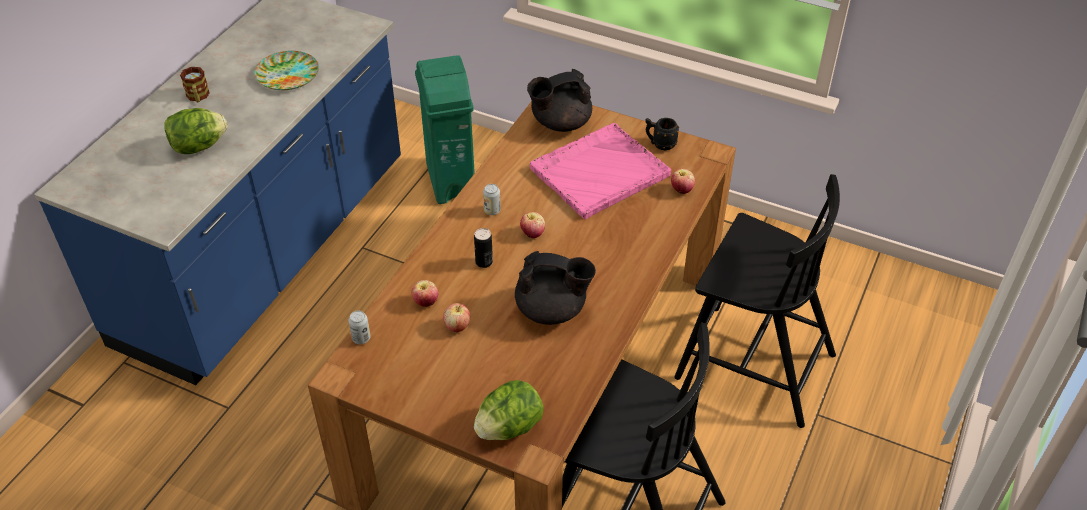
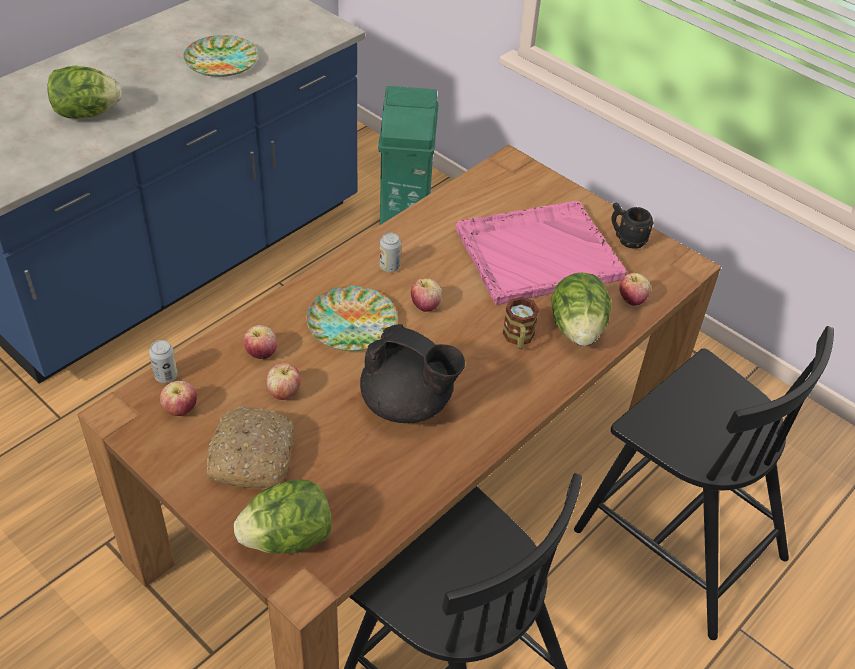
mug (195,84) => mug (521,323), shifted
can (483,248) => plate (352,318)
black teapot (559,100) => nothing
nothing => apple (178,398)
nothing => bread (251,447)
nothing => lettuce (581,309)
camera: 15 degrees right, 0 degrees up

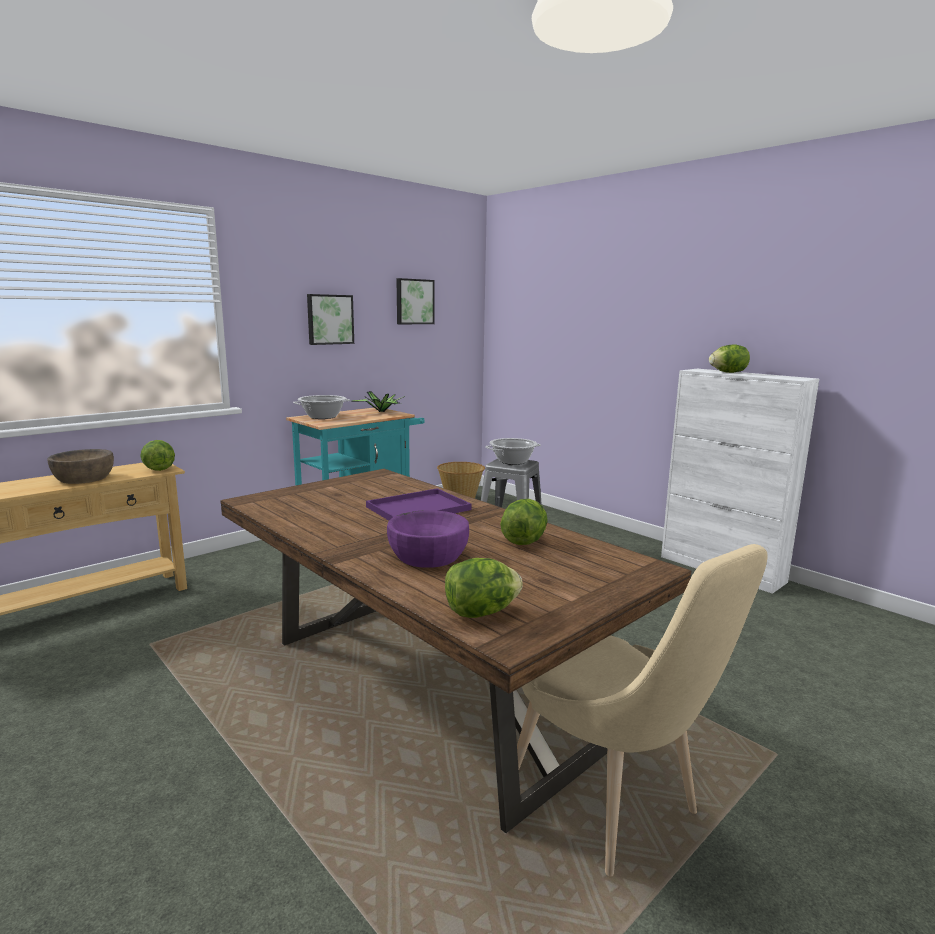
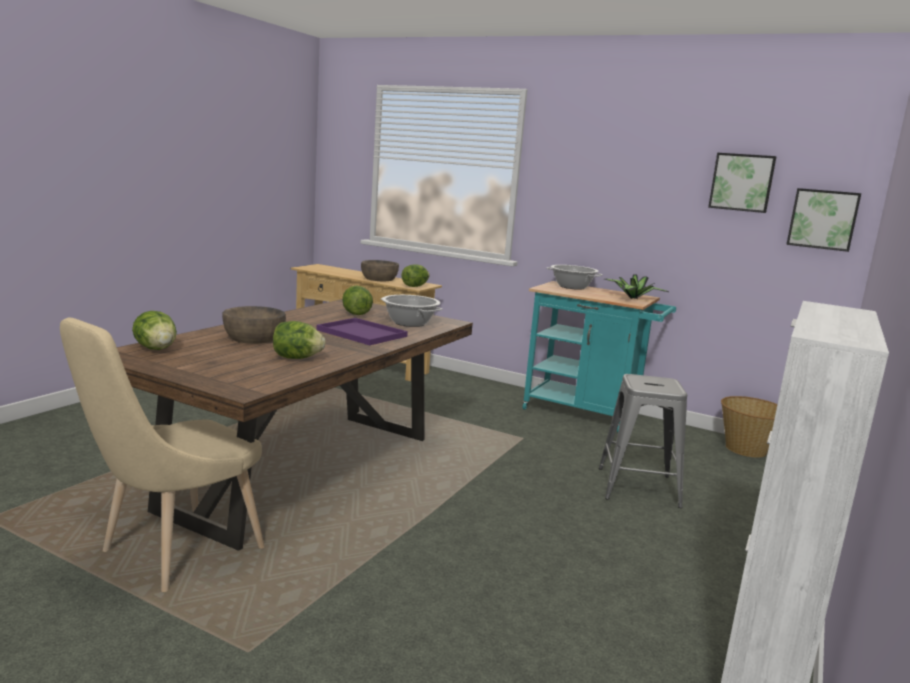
picture (330,319) => picture (824,220), shifted
purple bowl (428,539) => brown bowl (254,325)
cooking pot (513,451) => cooking pot (411,311), shifted
lettuce (729,359) => lettuce (357,300), shifted
camera: 70 degrees right, 0 degrees up

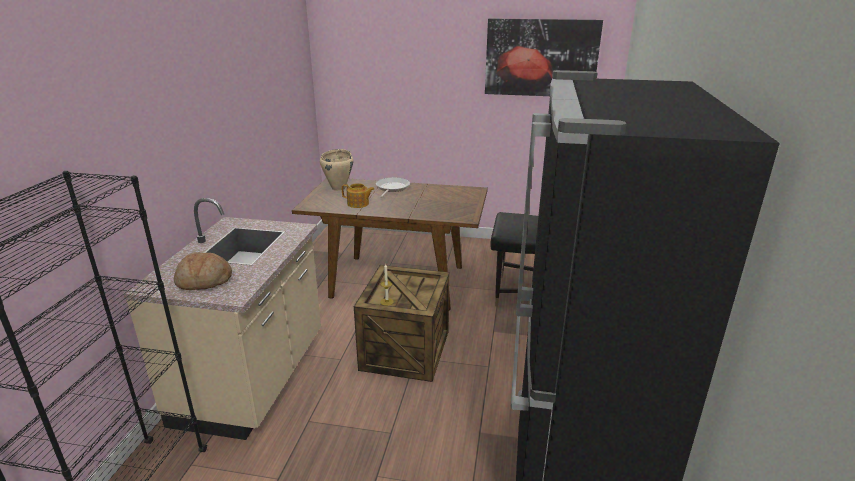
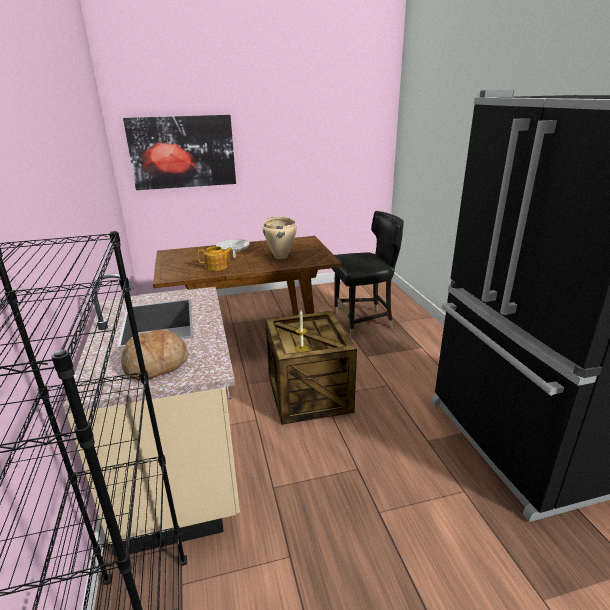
beige cooking pot (336,170) => beige cooking pot (280,237), shifted
picture (544,57) => picture (179,152), shifted
camera: 25 degrees left, 0 degrees up

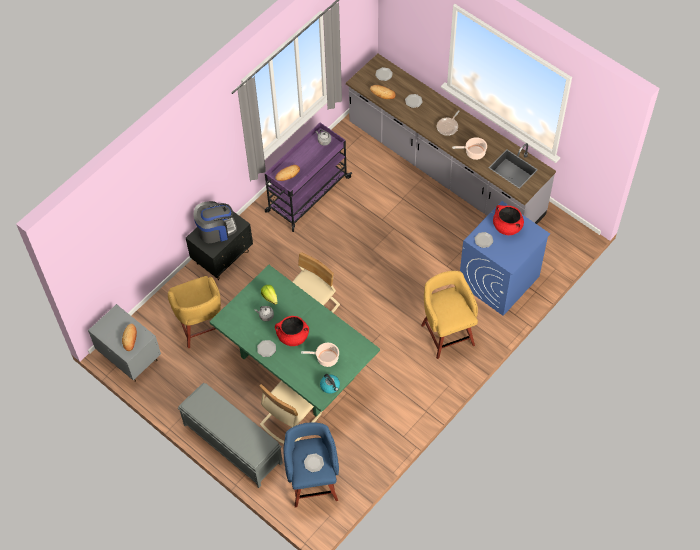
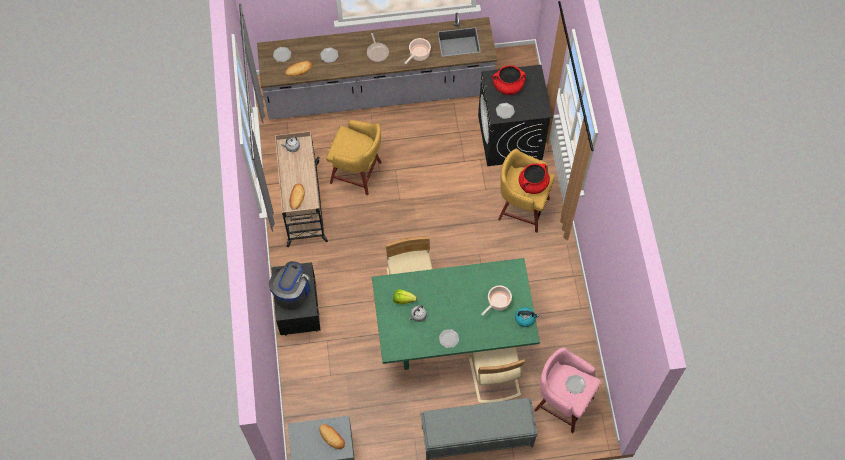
yellow stool (194,312) => yellow stool (354,157), shifted
purple cart (308,177) => beige cart (301,189)
red cooking pot (292,331) => red cooking pot (534,178), shifted
blue stool (311,465) => pink stool (568,390)
blue washing machine (505,258) => black washing machine (515,115)
camera: 50 degrees left, 5 degrees up

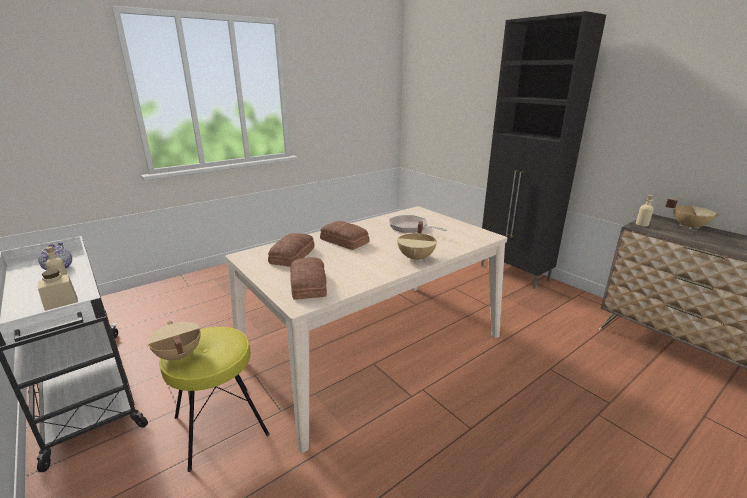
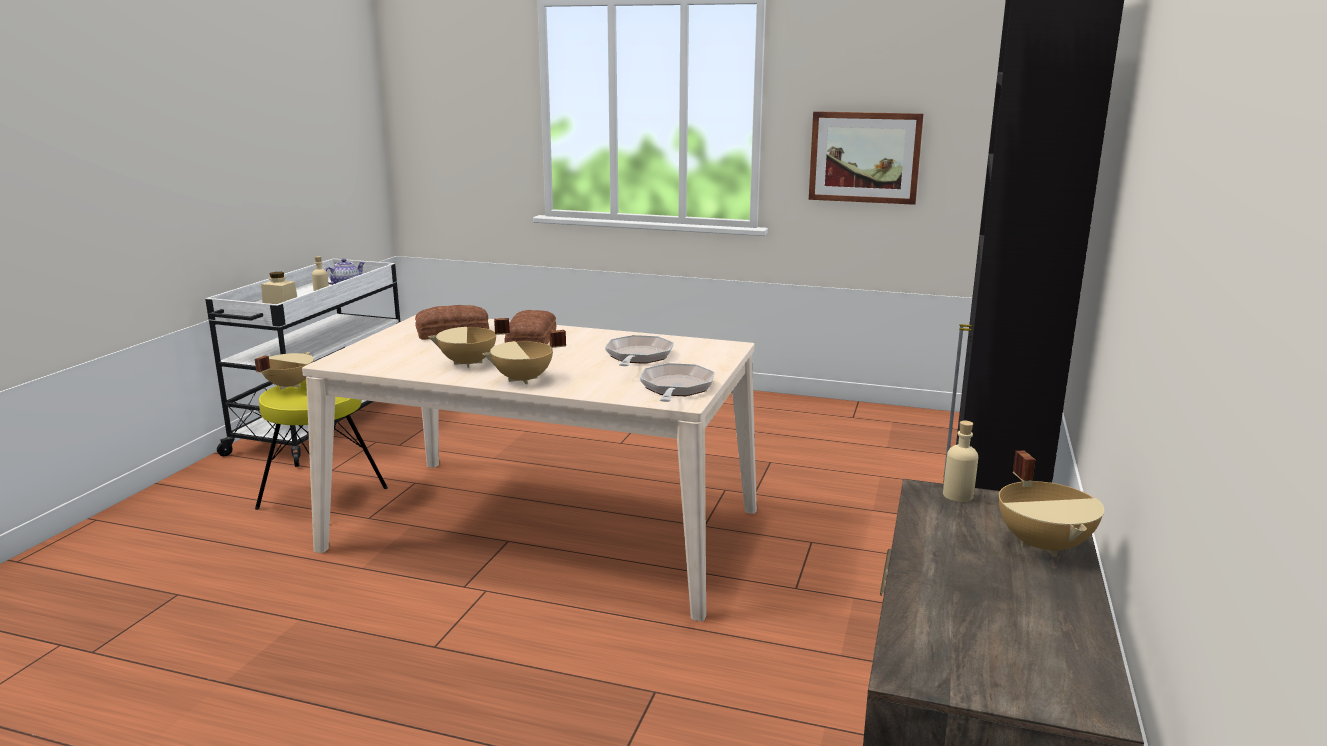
bread (308,278) => nothing
nothing => beige cooking pot (469,343)
nothing => frying pan (677,382)
nothing => picture (866,158)
camera: 55 degrees right, 5 degrees down

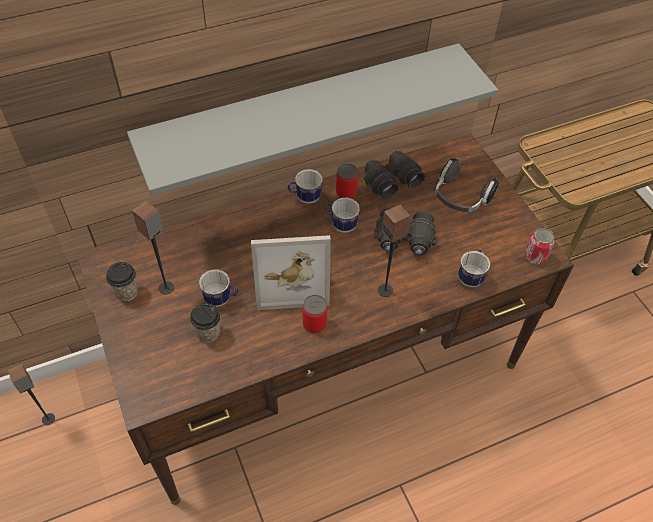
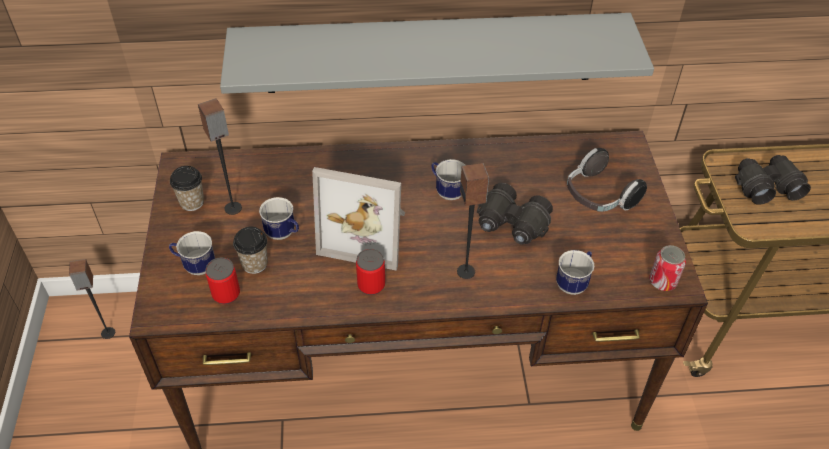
mug (305,186) => mug (192,253), shifted
can (347,181) => can (223,280), shifted
black binoculars (394,175) => black binoculars (773,180), shifted
camera: 20 degrees right, 5 degrees down

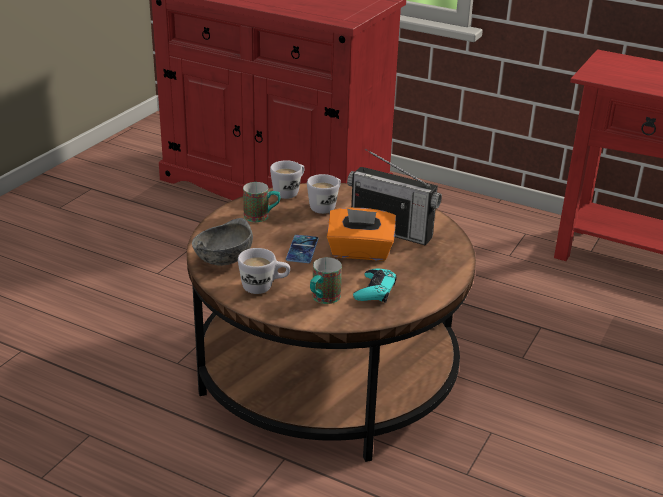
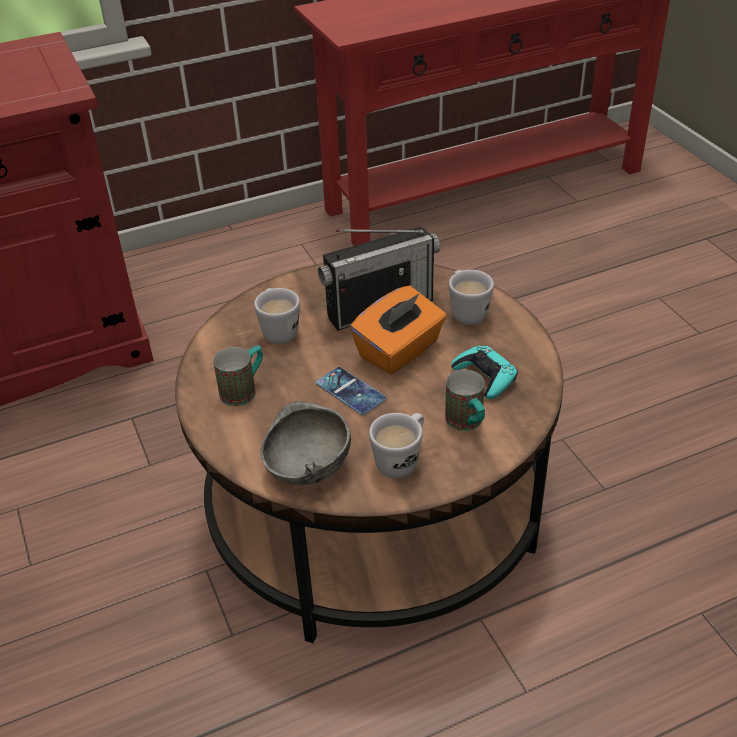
white mug (287,179) => white mug (471,297), shifted
camera: 50 degrees left, 10 degrees up

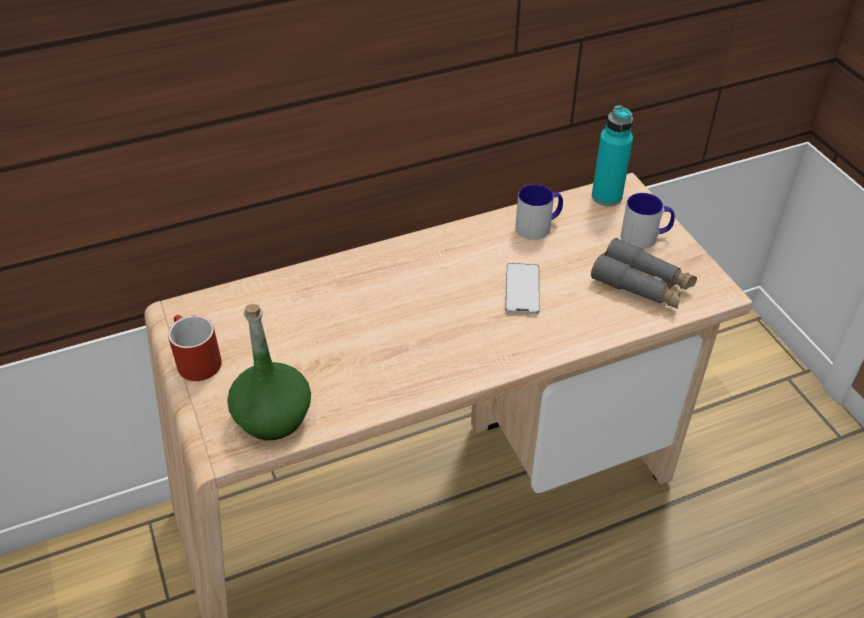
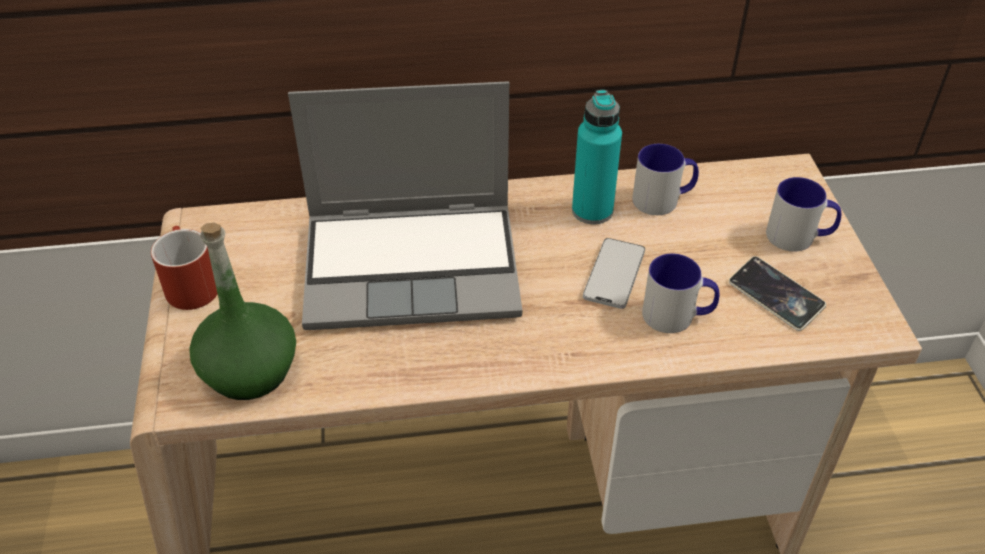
grey binoculars (644,273) => phone (777,293)
turquoise bottle (612,155) => turquoise bottle (597,157), shifted
nothing => laptop (405,205)
nothing => mug (680,293)
camera: 15 degrees right, 0 degrees up

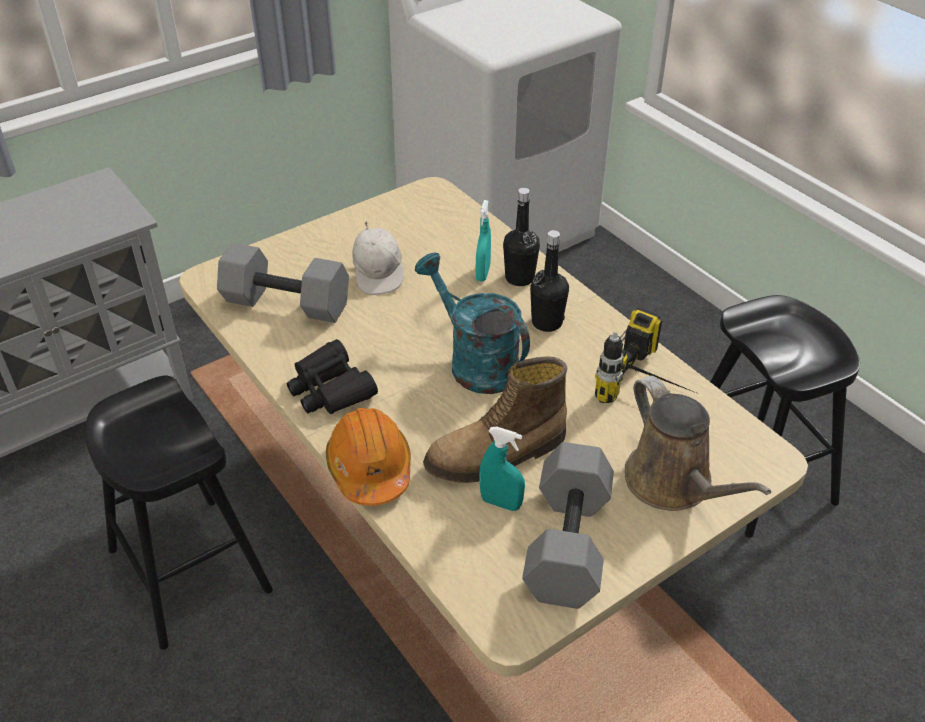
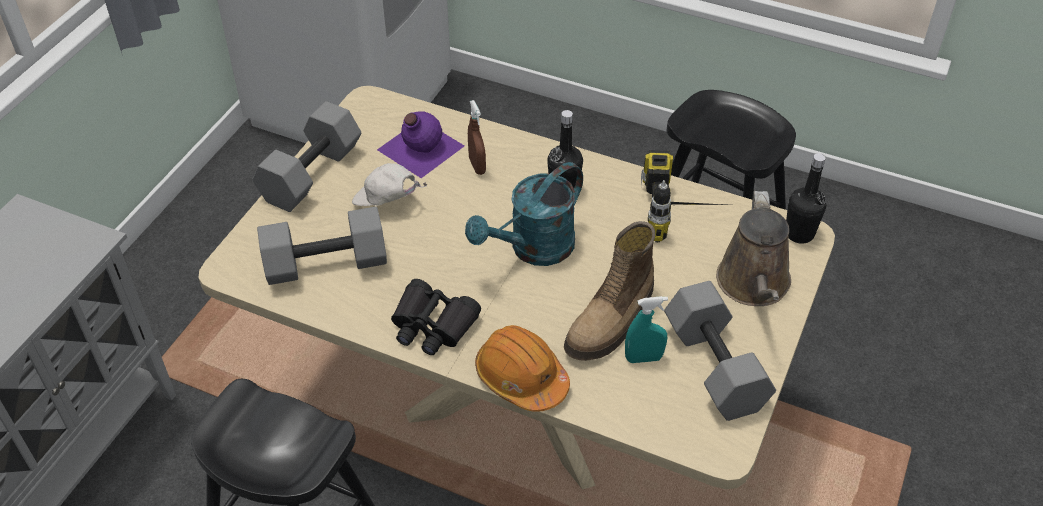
white cap (377,258) => white cap (390,184), 150 degrees clockwise
turquoise watering can (472,323) => turquoise watering can (524,214), 60 degrees counterclockwise
turquoise spray bottle (483,240) => brown spray bottle (477,137)
black bottle (521,237) => black bottle (806,198), shifted
brown watering can (698,443) => brown watering can (753,248), 60 degrees clockwise
nothing => grey dumbbell (306,156)
nothing => purple bottle (420,144)
camera: 30 degrees left, 5 degrees up

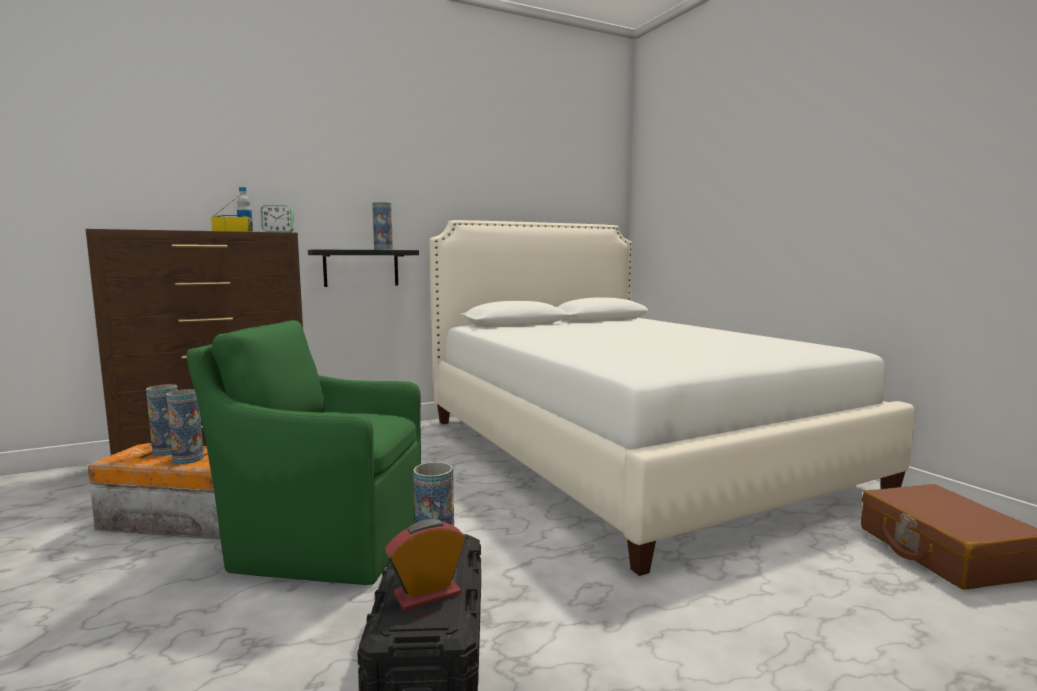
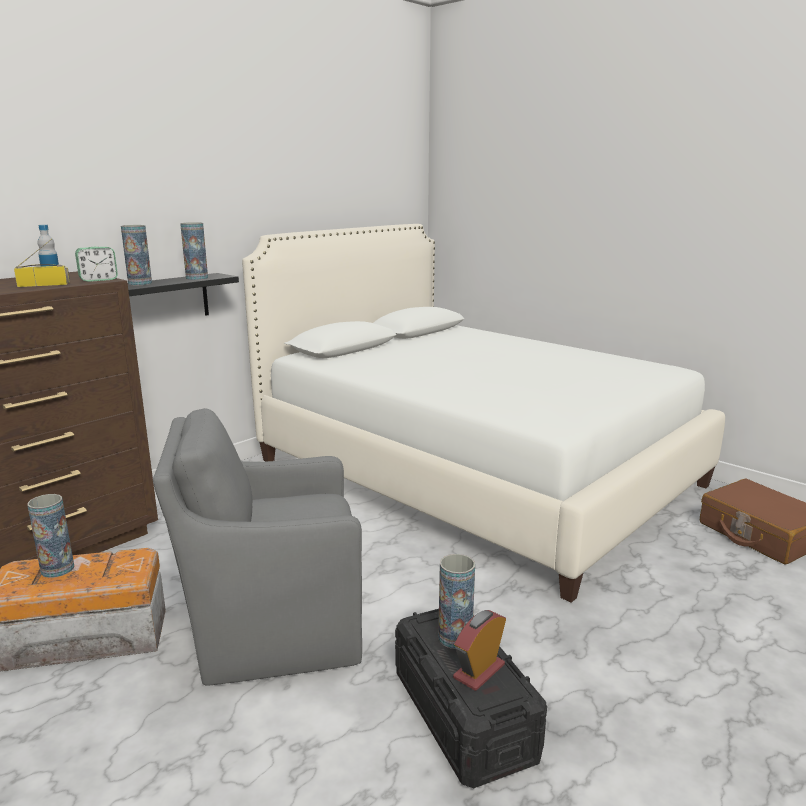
vase (185,426) => vase (136,255), shifted
green armchair (304,452) => grey armchair (257,547)
camera: 20 degrees left, 10 degrees up

